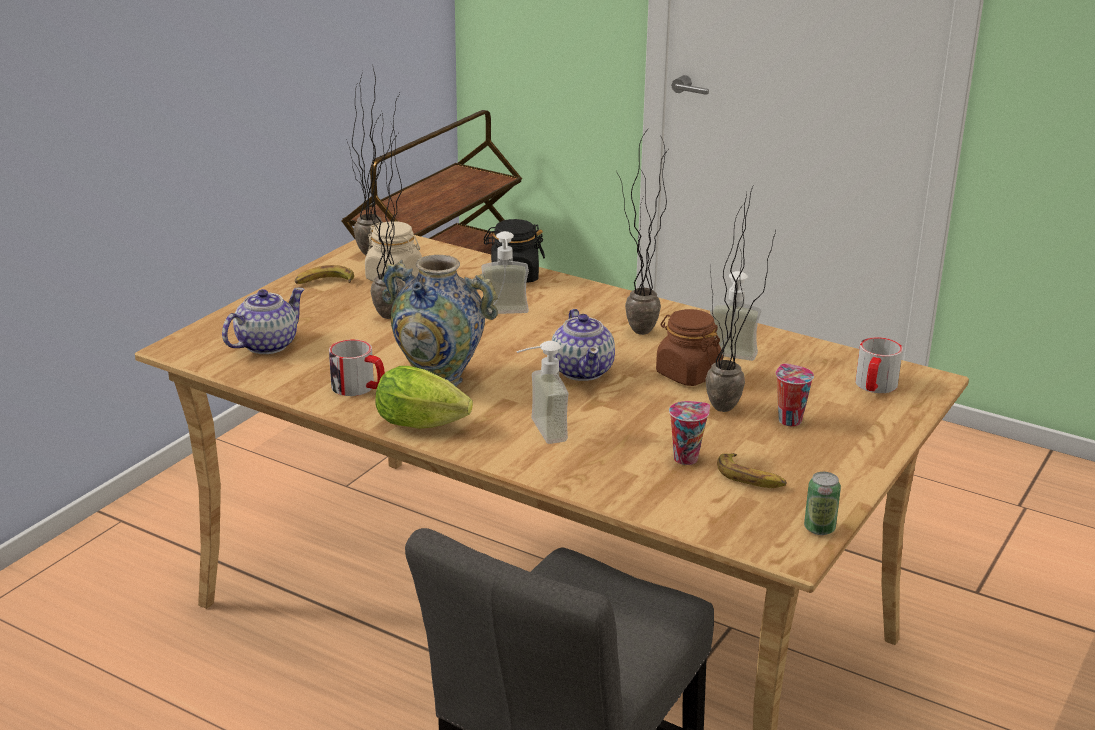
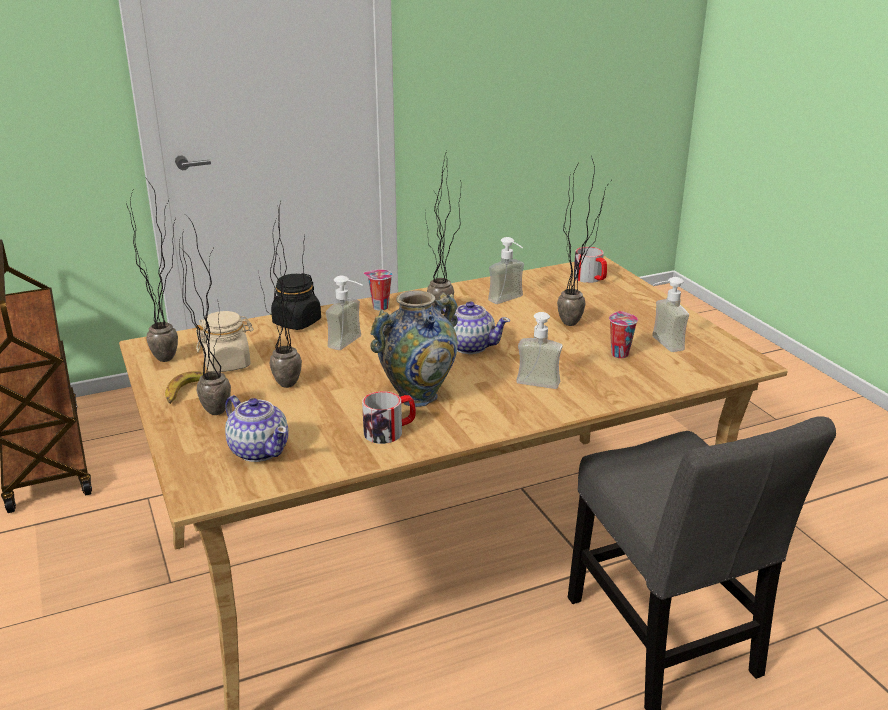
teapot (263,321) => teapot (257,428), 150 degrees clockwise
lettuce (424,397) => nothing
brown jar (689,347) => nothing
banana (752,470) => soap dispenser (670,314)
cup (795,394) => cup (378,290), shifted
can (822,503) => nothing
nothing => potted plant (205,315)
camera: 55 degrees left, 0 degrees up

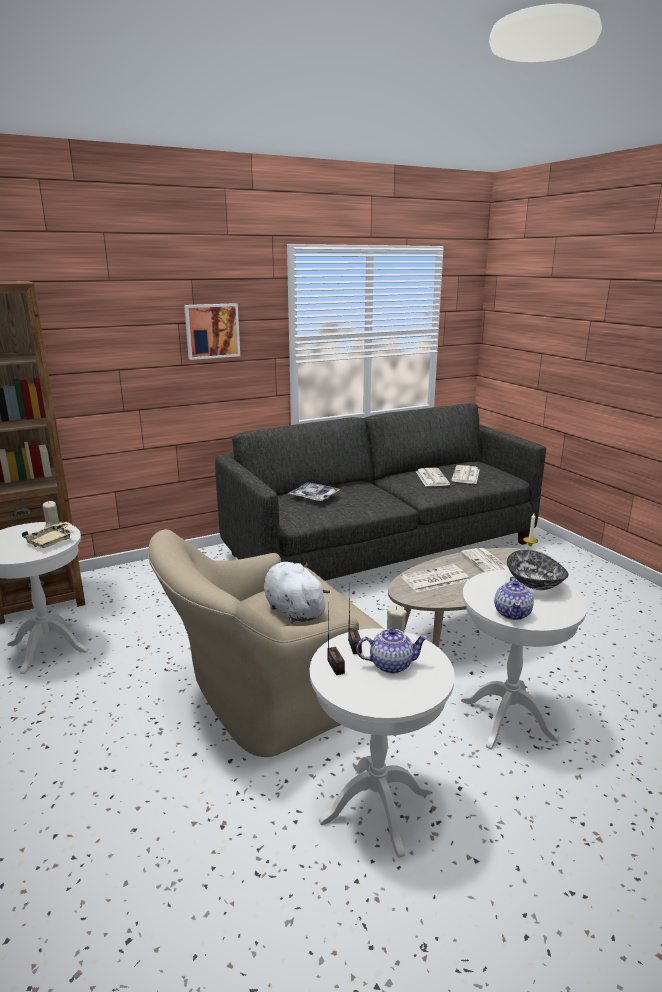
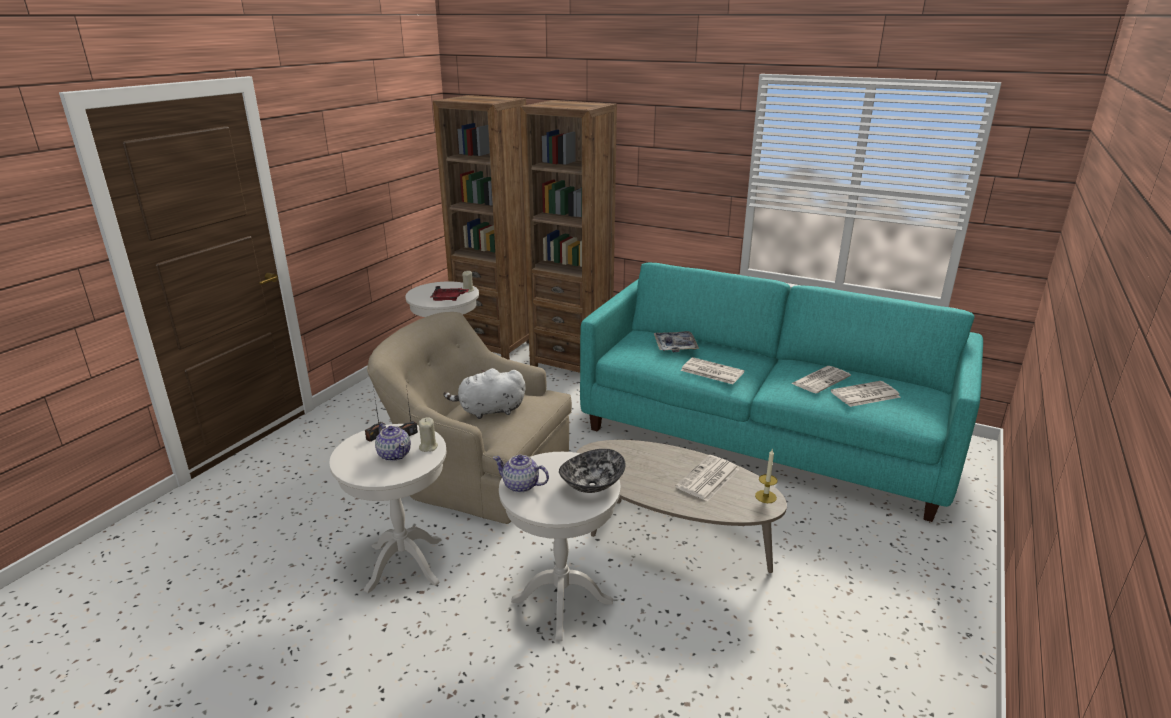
beige tray (48,535) => red tray (450,293)
picture (212,331) => nothing
grey sofa (380,492) => turquoise sofa (781,392)
white plush toy (297,592) => white plush toy (484,393), 120 degrees counterclockwise
newspaper (435,578) => newspaper (712,370), shifted
teapot (514,598) => teapot (521,474), 45 degrees clockwise
nothing => brown bookcase (568,236)
camera: 55 degrees right, 5 degrees up

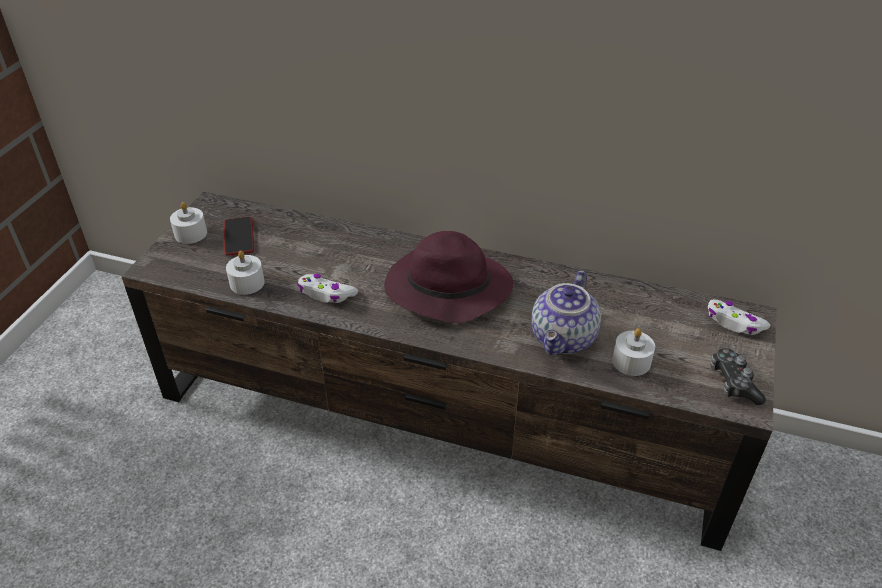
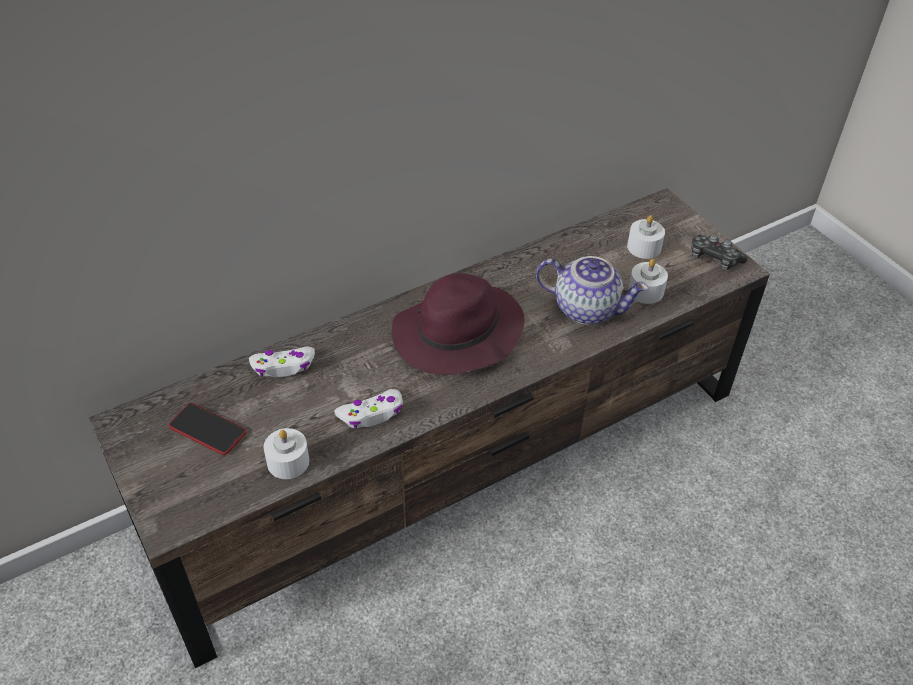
white candle (188,223) => white candle (646,237), shifted
teapot (566,312) => teapot (592,290), 45 degrees counterclockwise
white game controller (739,317) => white game controller (282,362), shifted
camera: 50 degrees left, 5 degrees up

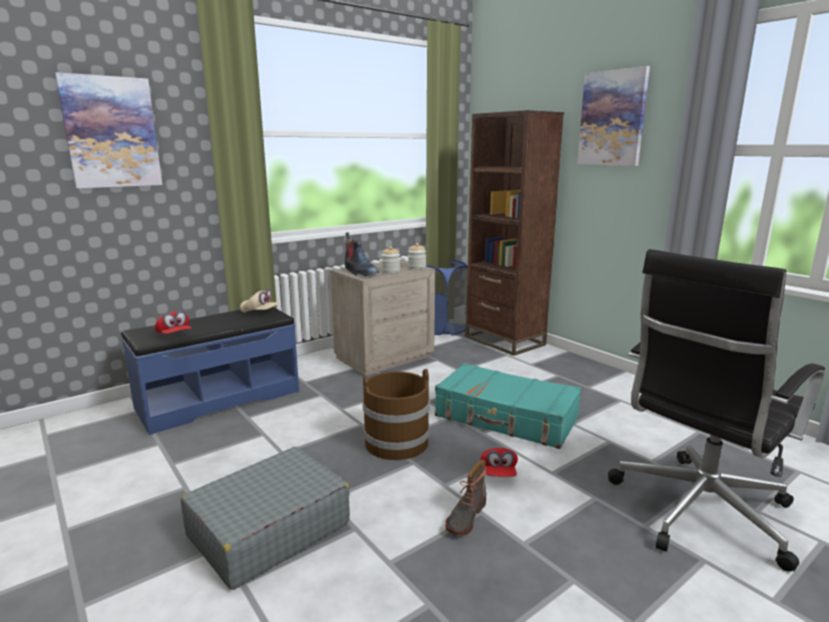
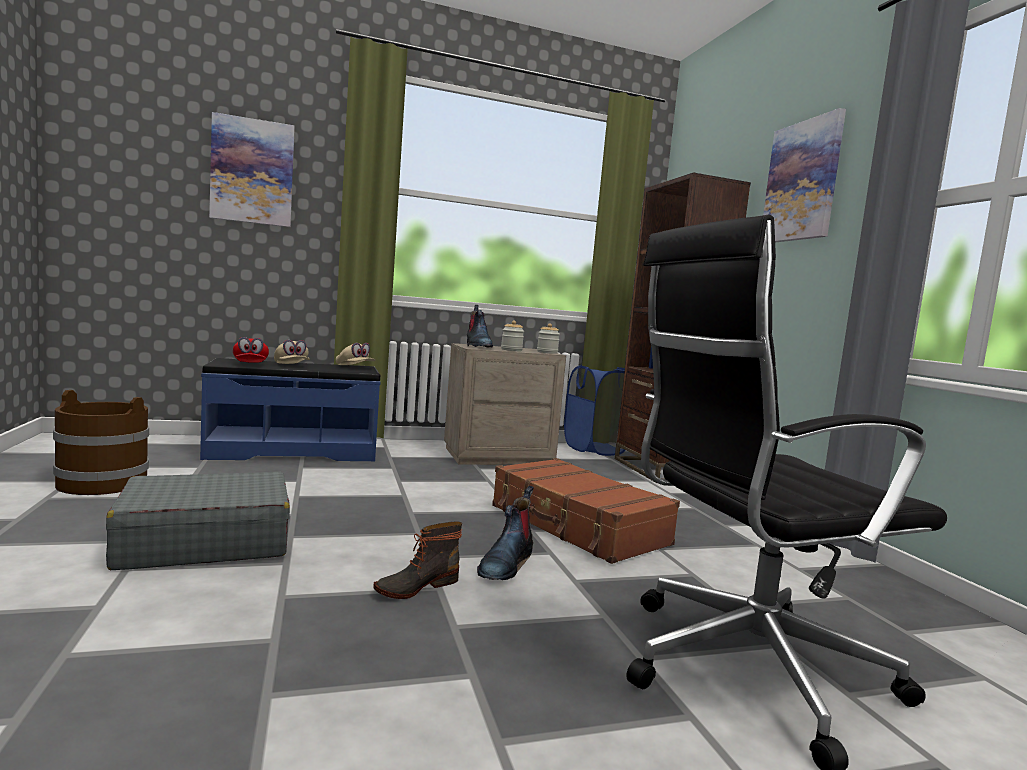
brown bucket (396,414) => brown bucket (101,442), shifted
turquoise suitcase (508,406) => brown suitcase (586,511)
red cap (499,462) => boot (505,533)
nothing => beige cap (292,352)
camera: 20 degrees right, 10 degrees down

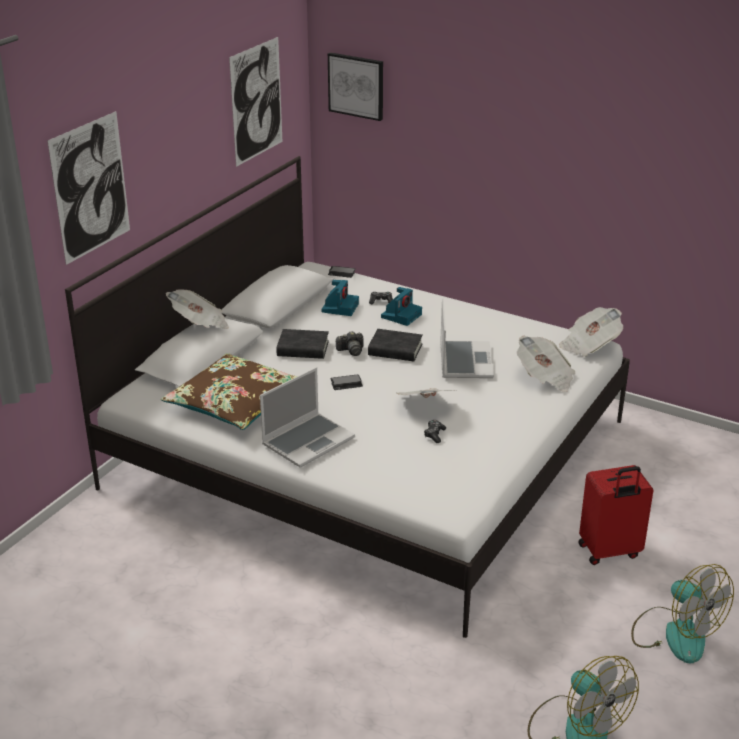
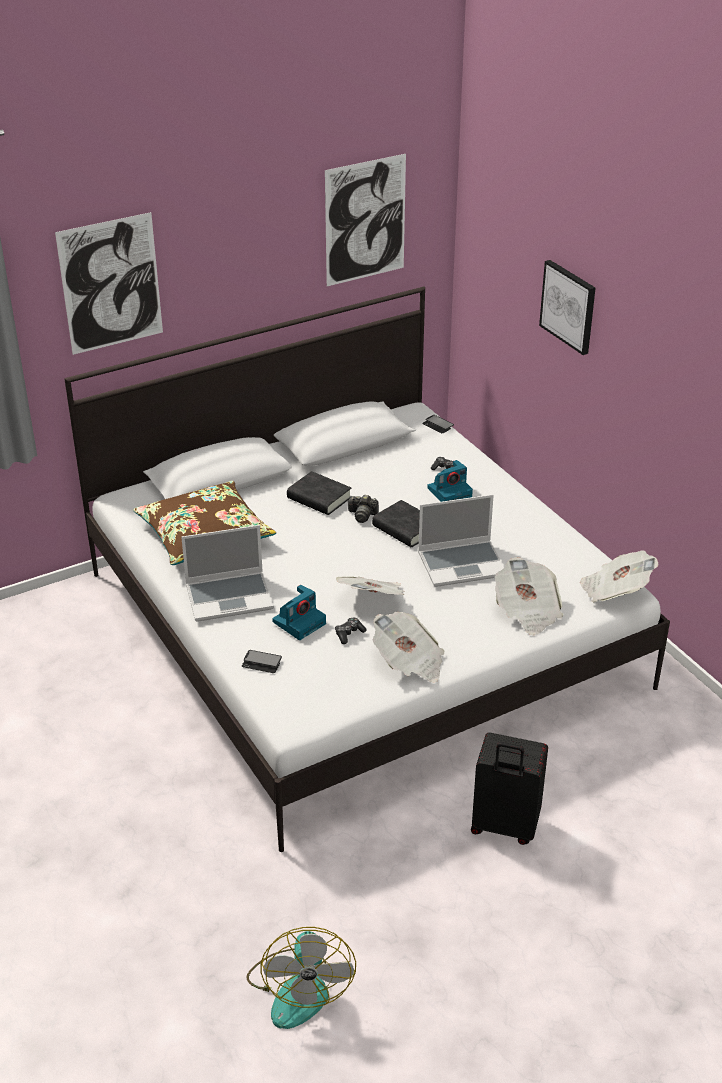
newspaper (197,309) => newspaper (408,647), shifted
photo camera (340,298) => photo camera (299,612), shifted
picture (355,86) => picture (567,307), shifted
phone (347,382) => phone (262,661), shifted
laptop (467,338) => laptop (461,540), 45 degrees clockwise
red suitcase (615,515) => black suitcase (509,789)
fan (682,613) => nothing
camera: 30 degrees right, 5 degrees up

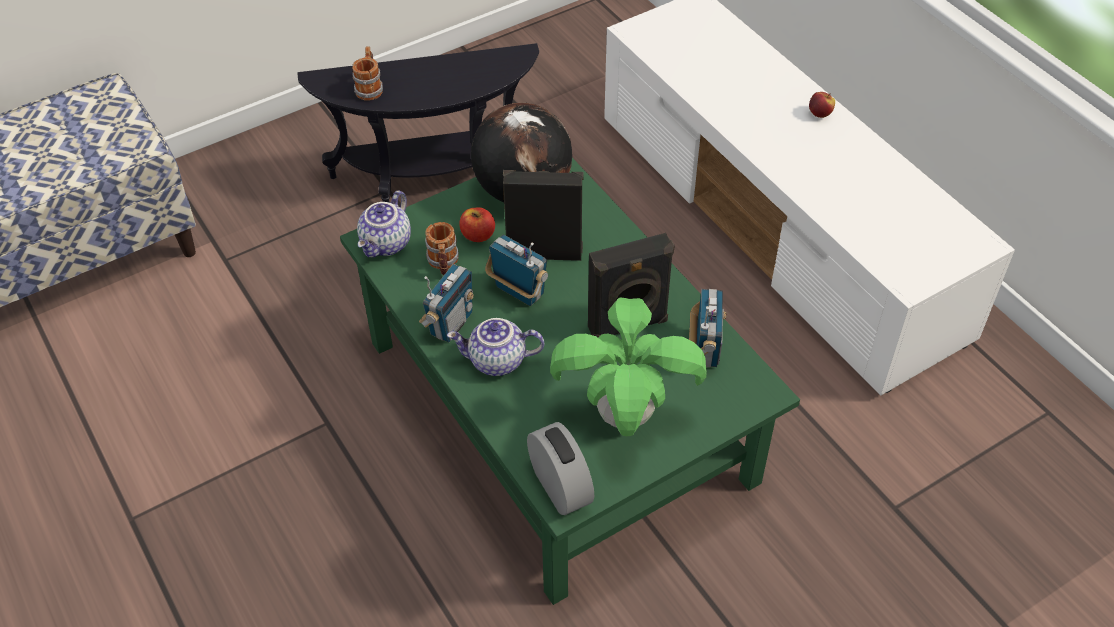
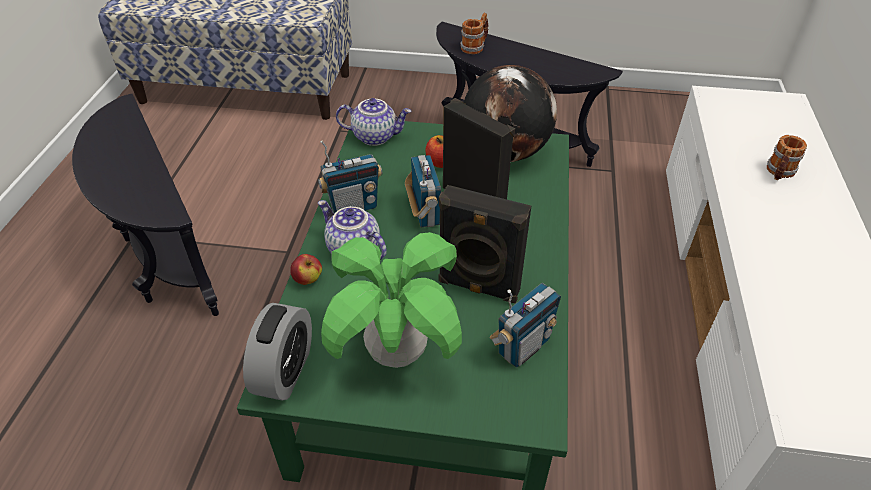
teapot (384,223) => teapot (374,122), 150 degrees counterclockwise
mug (442,248) => mug (787,157), shifted
apple (822,105) => apple (306,269), shifted
nothing => black side table (145,205)
camera: 40 degrees right, 5 degrees down

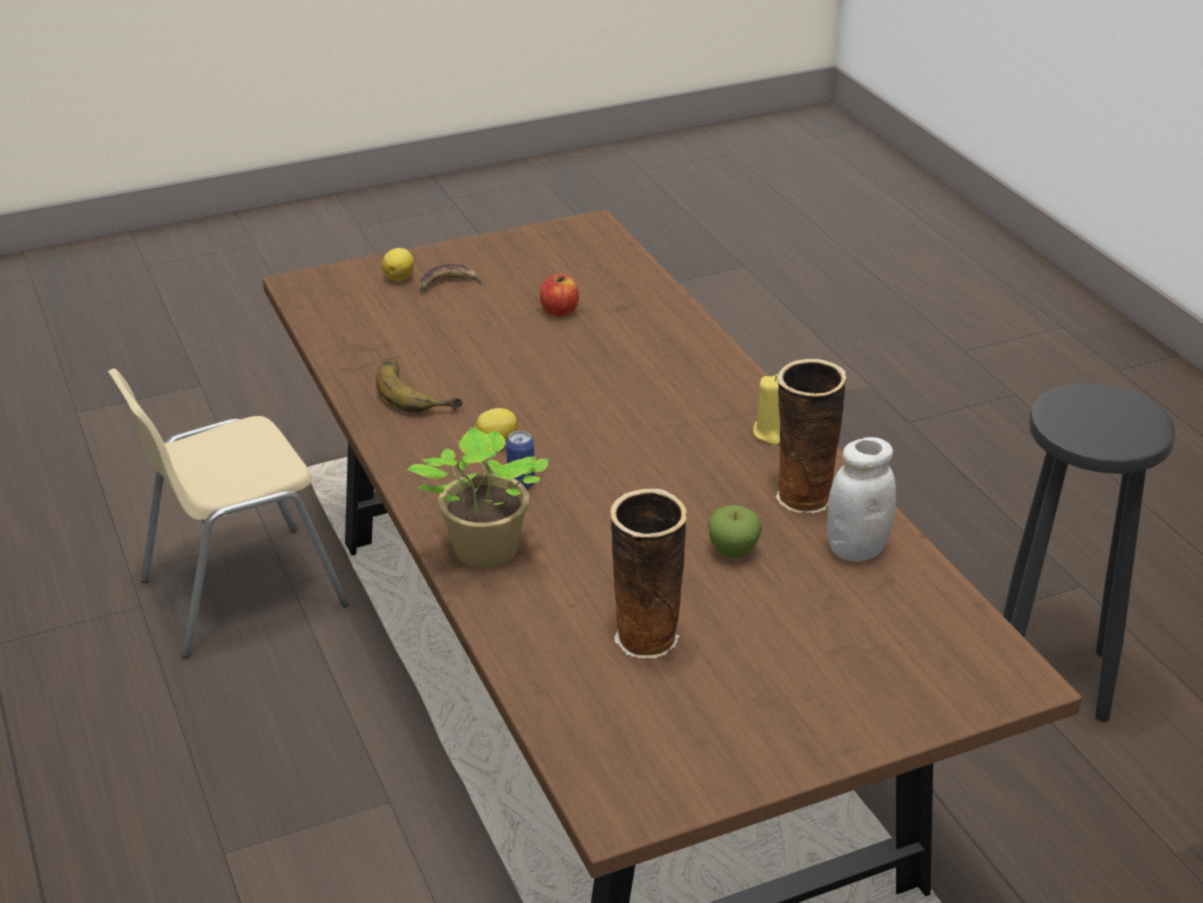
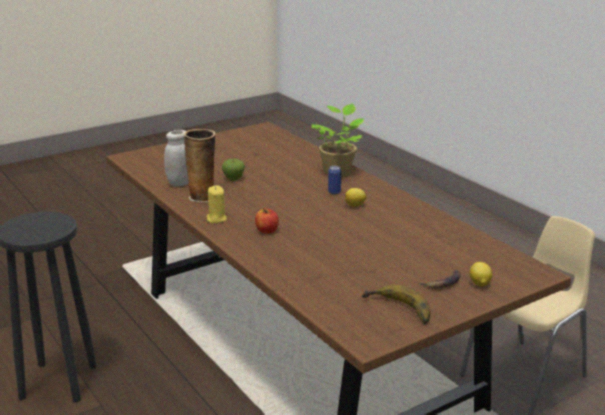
banana (419,386) => banana (396,304), shifted
apple (559,295) => apple (267,221), shifted
vase (648,574) => nothing
camera: 170 degrees right, 10 degrees down

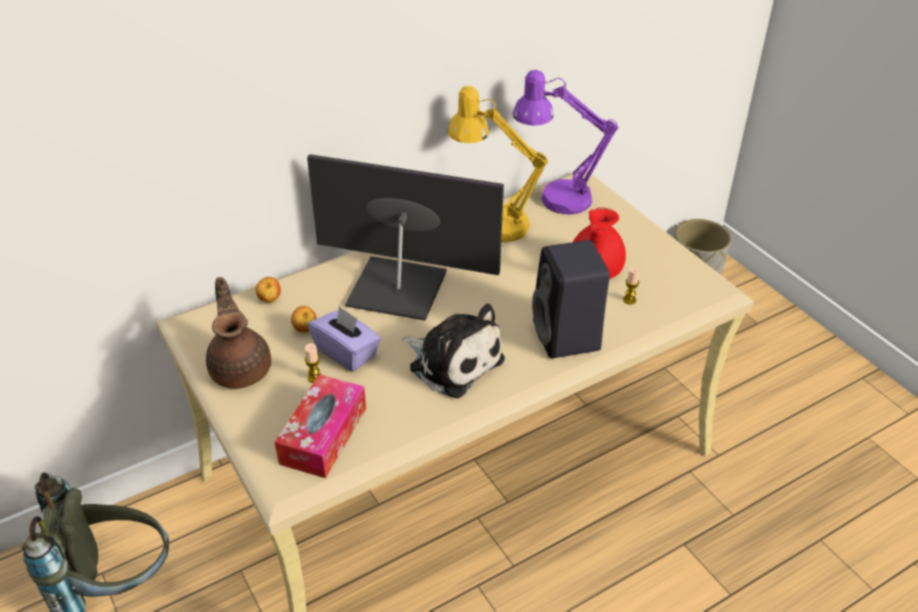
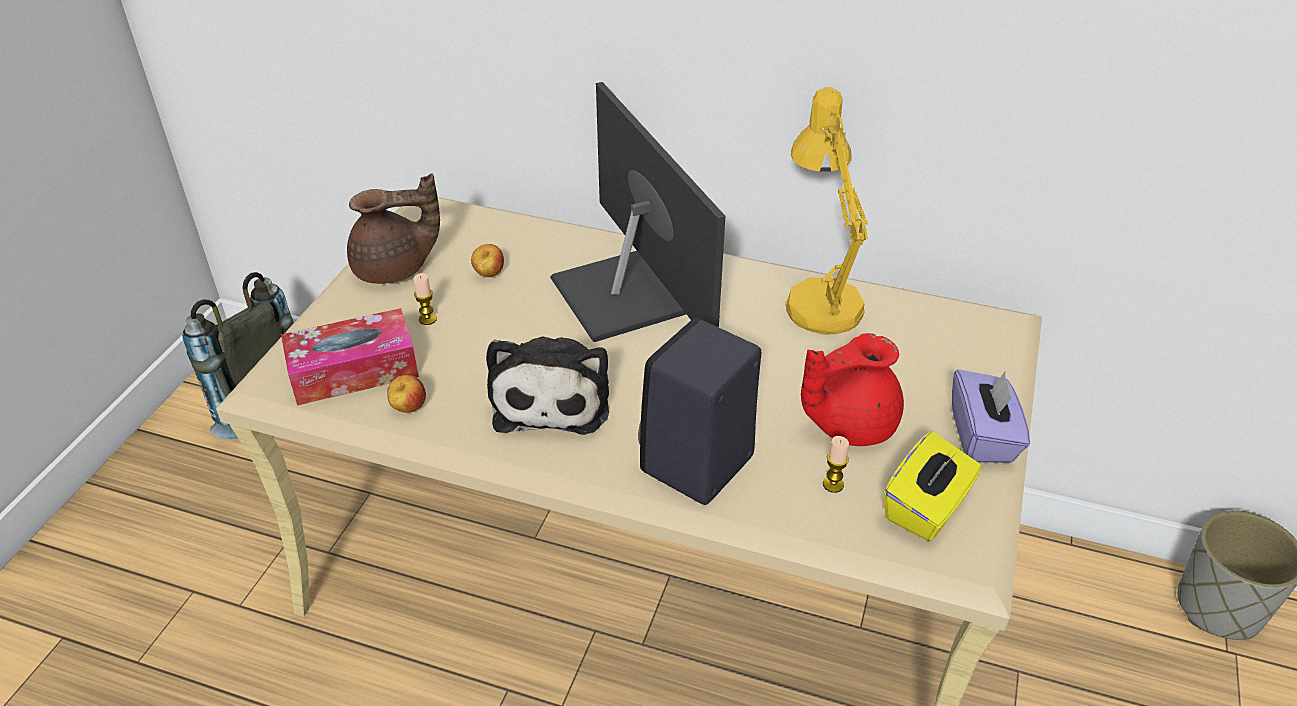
brown teapot (238,333) => brown teapot (393,228), 45 degrees clockwise
apple (268,290) => apple (406,394), shifted
purple tissue box (344,339) => purple tissue box (991,416), shifted
purple table lamp (565,142) => nothing
nothing => yellow tissue box (933,486)
camera: 50 degrees right, 0 degrees up

